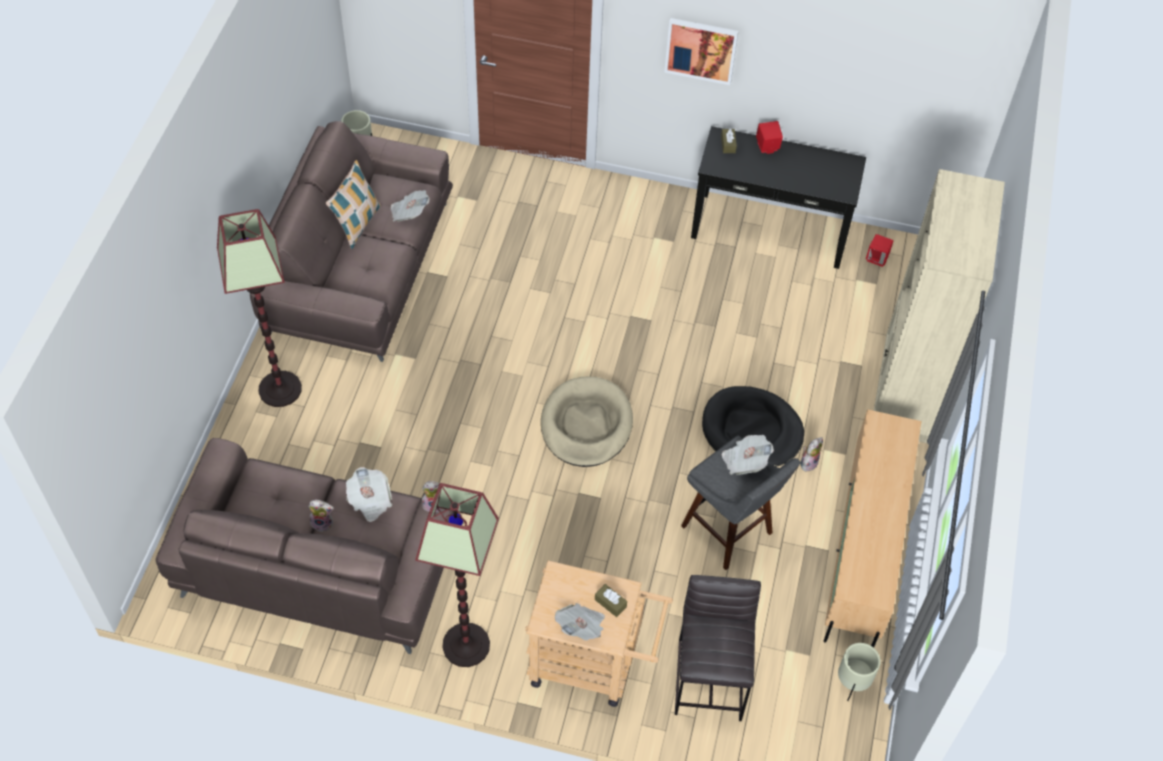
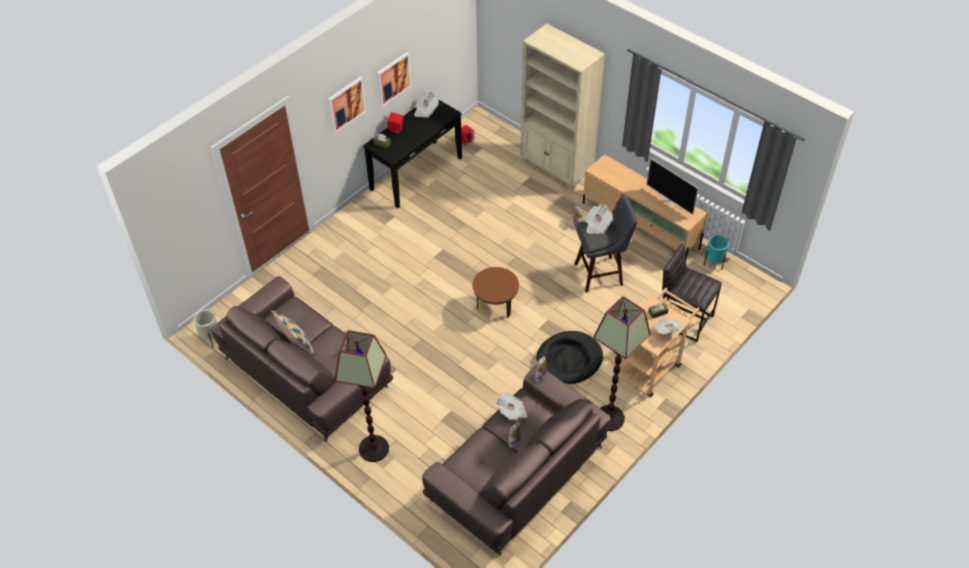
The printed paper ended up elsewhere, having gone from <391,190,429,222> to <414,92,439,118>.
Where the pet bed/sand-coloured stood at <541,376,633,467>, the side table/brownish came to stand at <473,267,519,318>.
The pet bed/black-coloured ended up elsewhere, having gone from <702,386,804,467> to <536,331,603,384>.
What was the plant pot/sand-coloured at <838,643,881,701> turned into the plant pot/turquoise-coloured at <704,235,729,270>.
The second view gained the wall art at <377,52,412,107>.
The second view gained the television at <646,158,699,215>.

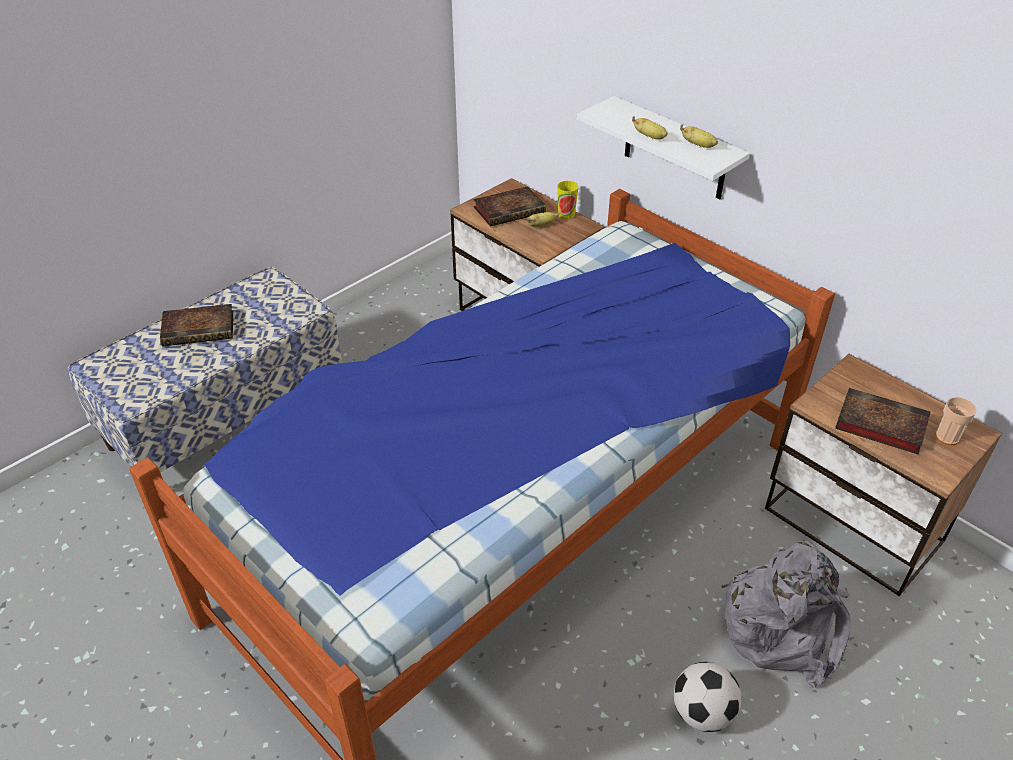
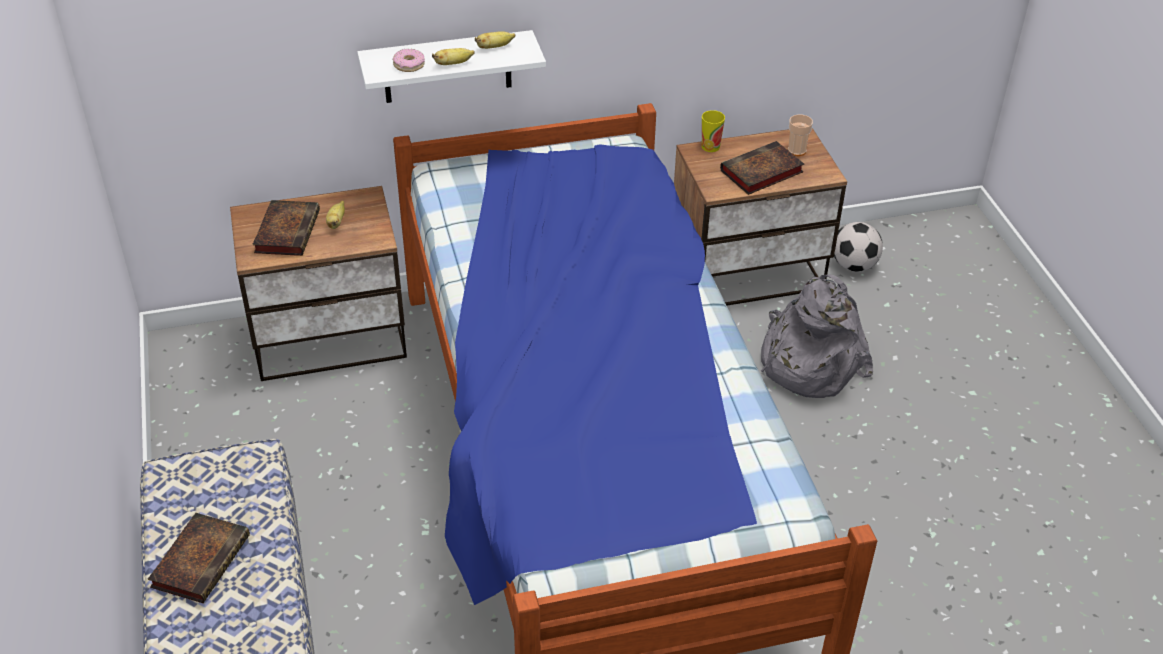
The drinking cup ended up elsewhere, having gone from <557,181,579,219> to <702,110,725,152>.
The ball for football ended up elsewhere, having gone from <674,662,741,732> to <834,222,883,272>.
The second view gained the donut at <393,49,425,72>.

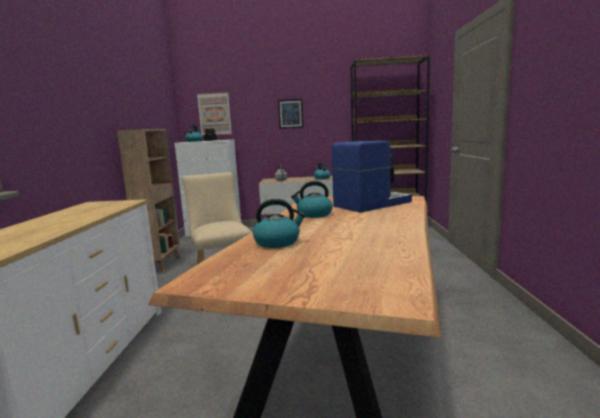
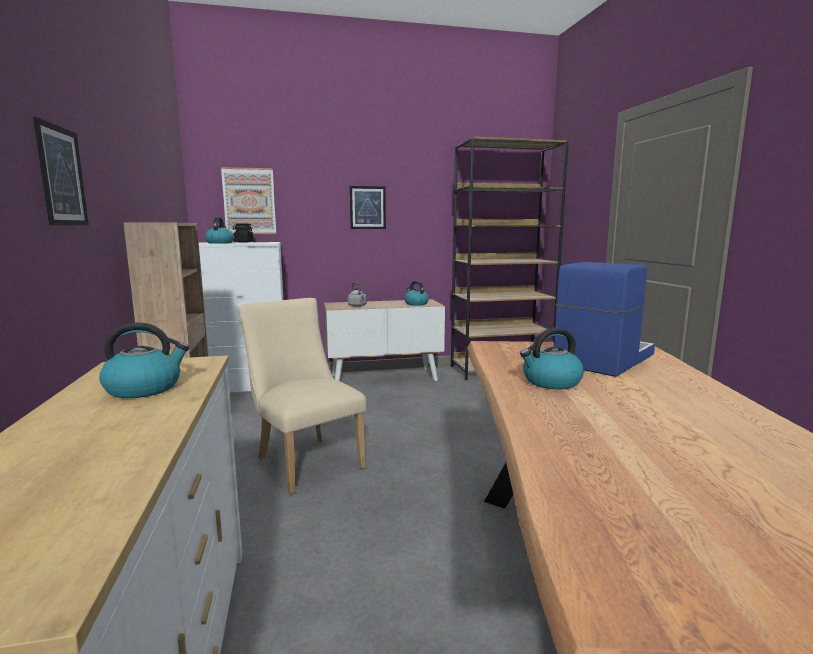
The tea kettle ended up elsewhere, having gone from <253,199,306,248> to <99,323,189,398>.
The second view gained the wall art at <33,117,89,225>.

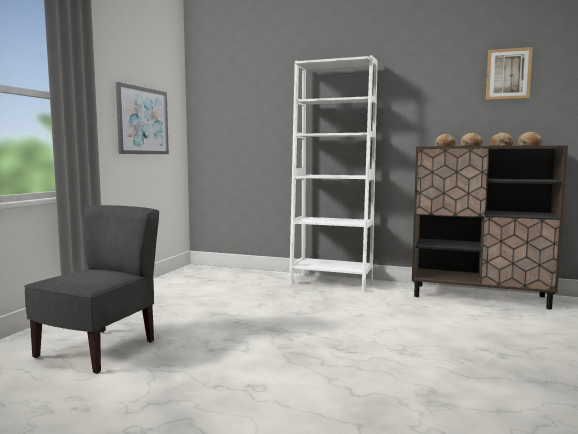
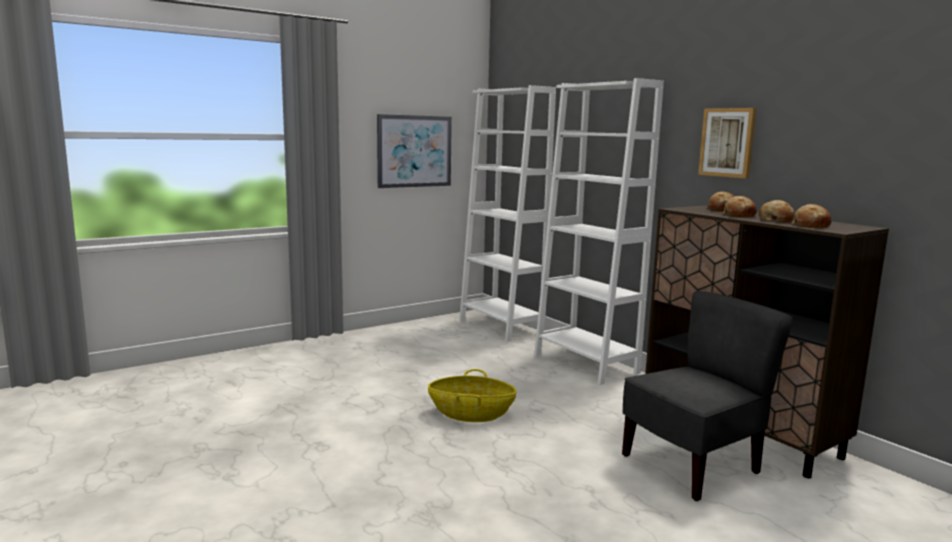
The chair/gray ended up elsewhere, having gone from <24,205,159,374> to <622,291,793,501>.
The wall art ended up elsewhere, having gone from <486,47,533,100> to <698,108,757,178>.
The second view gained the storage basket at <428,369,517,422>.
The second view gained the bookshelf/white at <459,85,556,342>.

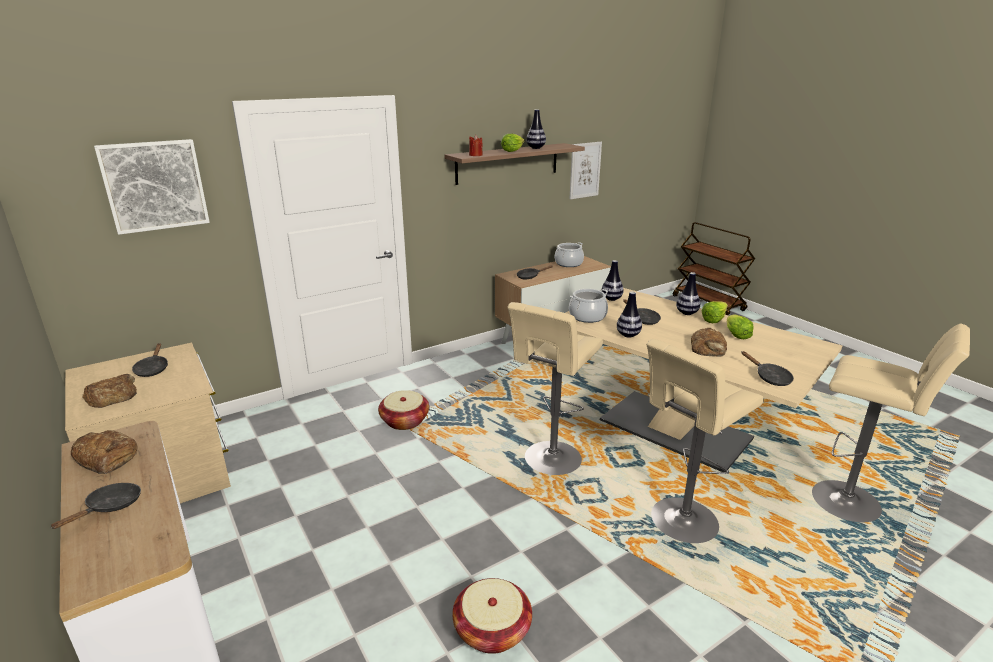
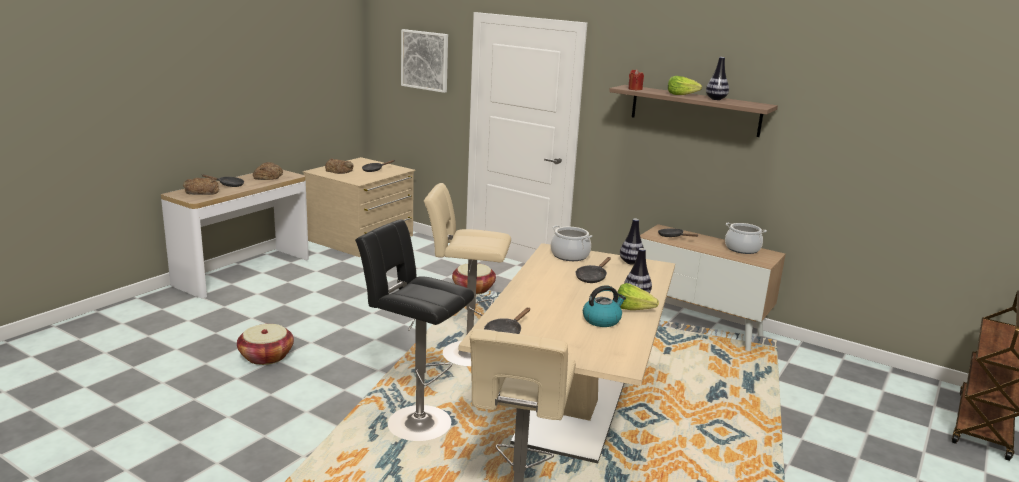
The second view lost the wall art at <569,142,602,200>.
The second view lost the decorative vase at <617,291,642,338>.
What was the sitting stool/sand-coloured at <646,339,764,543> turned into the sitting stool/black-coloured at <355,220,474,441>.
The bakery bread ended up elsewhere, having gone from <691,328,727,357> to <183,178,219,195>.
Where the head of lettuce stood at <727,315,754,339>, the tea kettle came to stand at <583,285,626,327>.

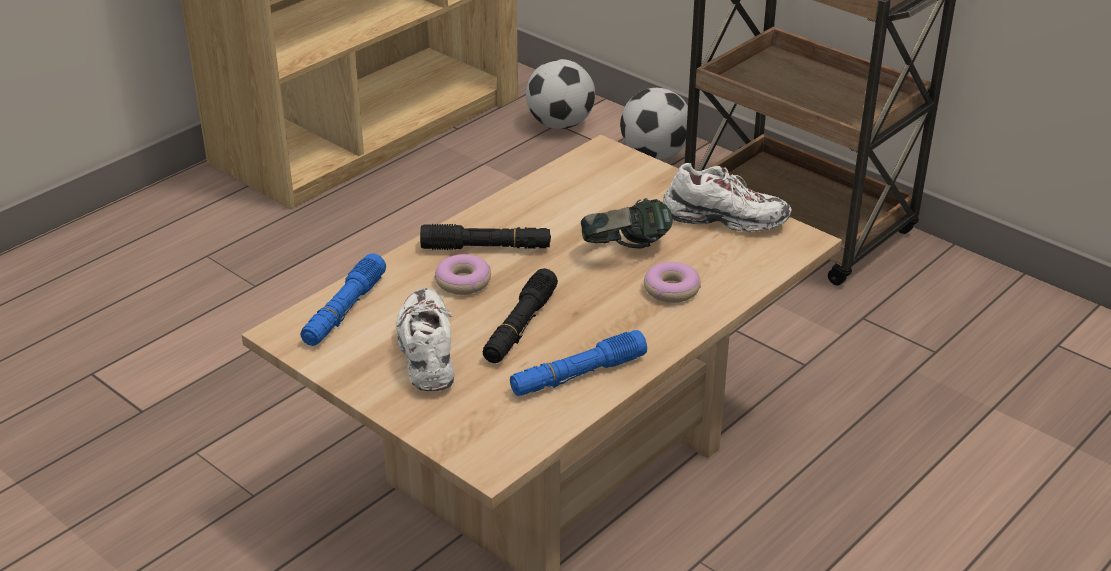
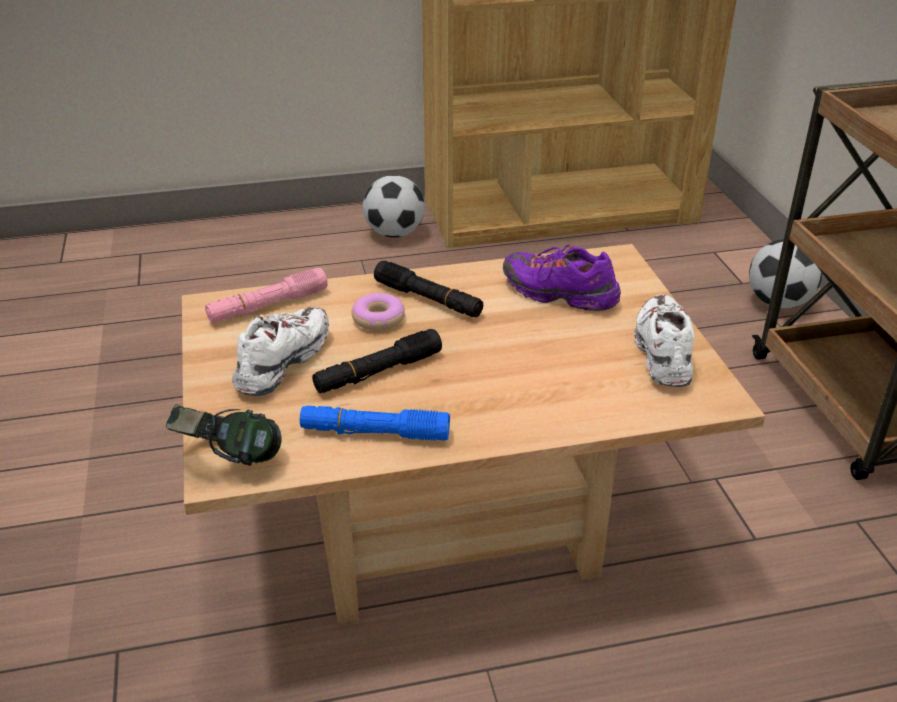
What was the hand torch/bluish at <300,253,386,346> turned into the hand torch/pink-coloured at <205,268,328,323>.
The ball for football ended up elsewhere, having gone from <526,59,595,129> to <363,175,425,238>.
The headphones ended up elsewhere, having gone from <581,198,673,249> to <166,404,282,466>.
The second view lost the donut at <644,262,701,303>.
The item of footwear/white at <663,163,792,232> ended up facing another way, 135 degrees counterclockwise from before.
The second view gained the item of footwear/purple at <503,244,621,311>.

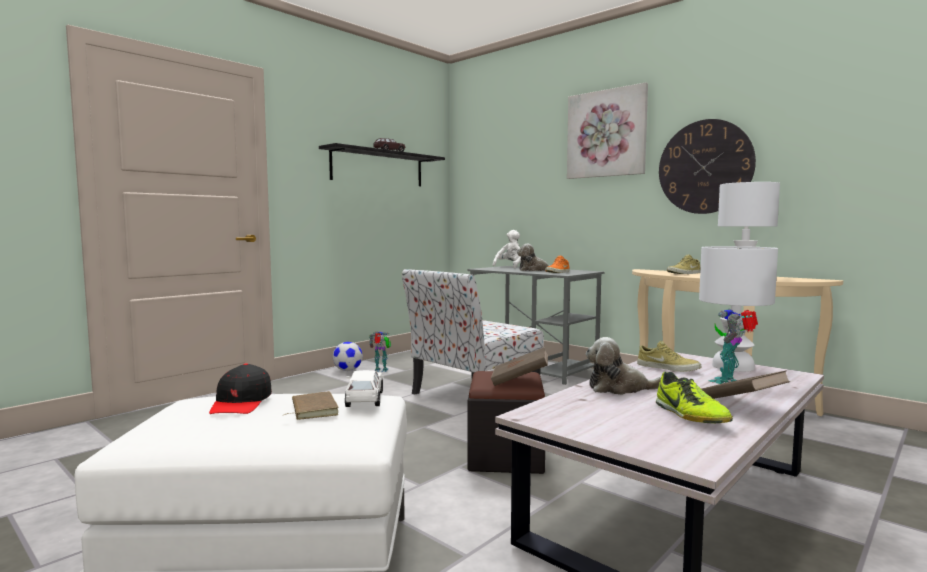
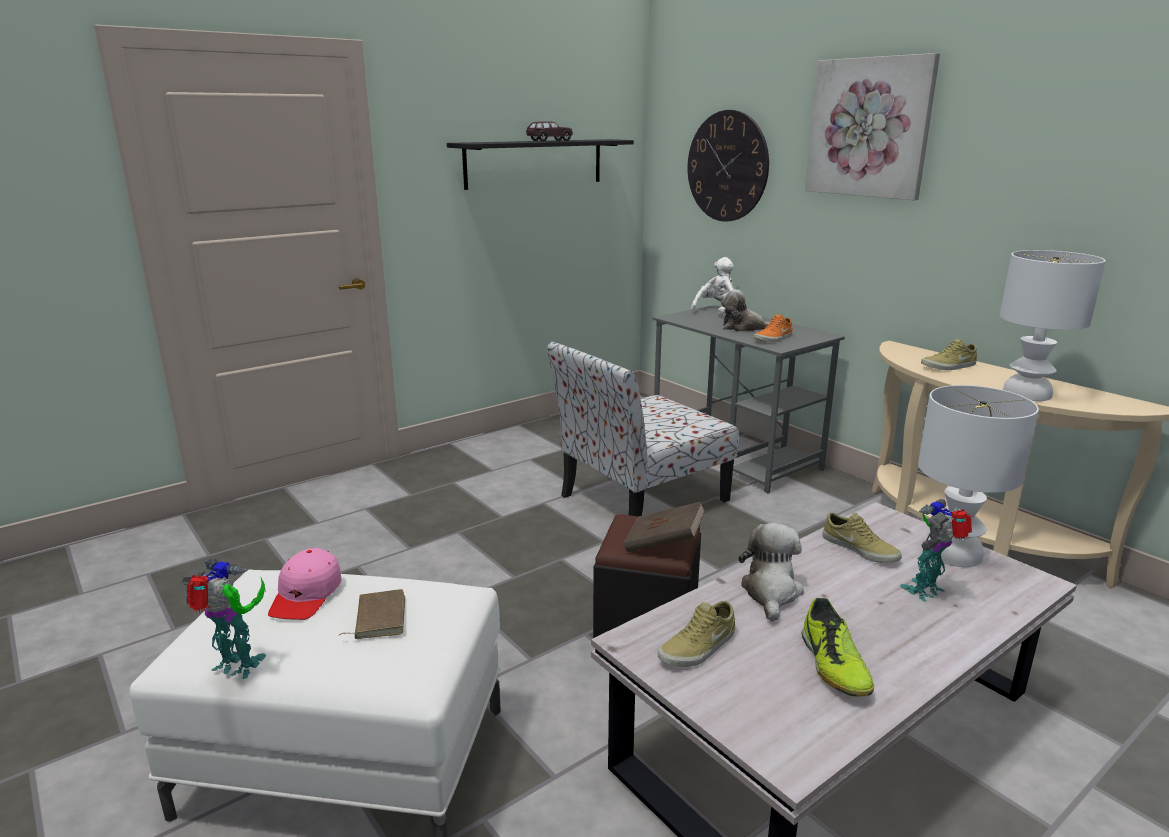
What was the cap/black-coloured at <209,363,272,414> turned into the cap/pink-coloured at <268,548,342,620>.
The second view lost the ball for football at <333,342,363,371>.
The second view lost the model car/white at <345,370,384,407>.
The model robot ended up elsewhere, having gone from <369,331,391,372> to <182,559,266,679>.
The cuddly toy at <586,337,661,395> ended up facing another way, 90 degrees clockwise from before.
The wall clock ended up elsewhere, having gone from <659,119,756,214> to <687,110,769,222>.
The second view lost the book/brownish at <701,370,790,399>.
The second view gained the item of footwear/sand-coloured at <658,601,735,667>.

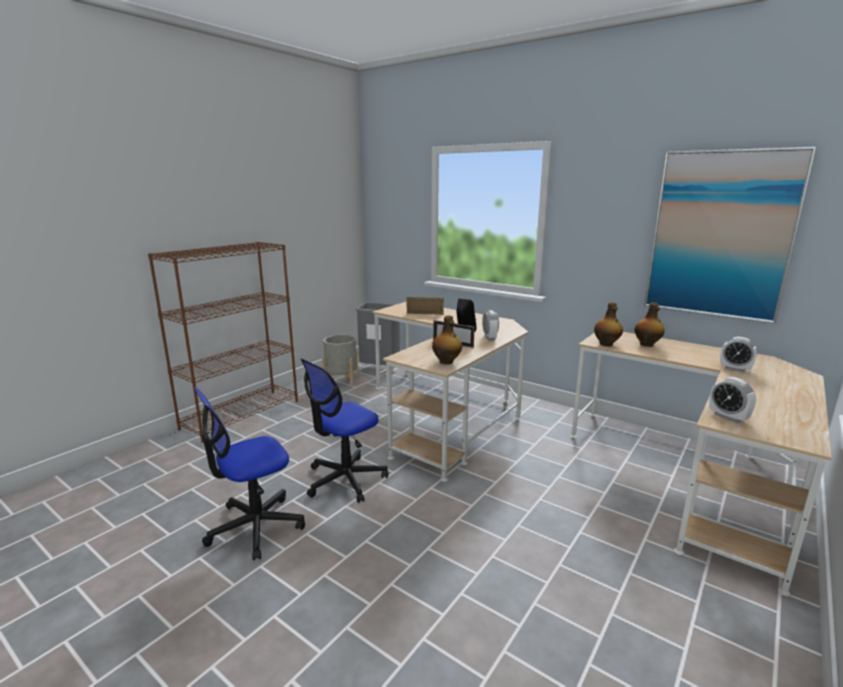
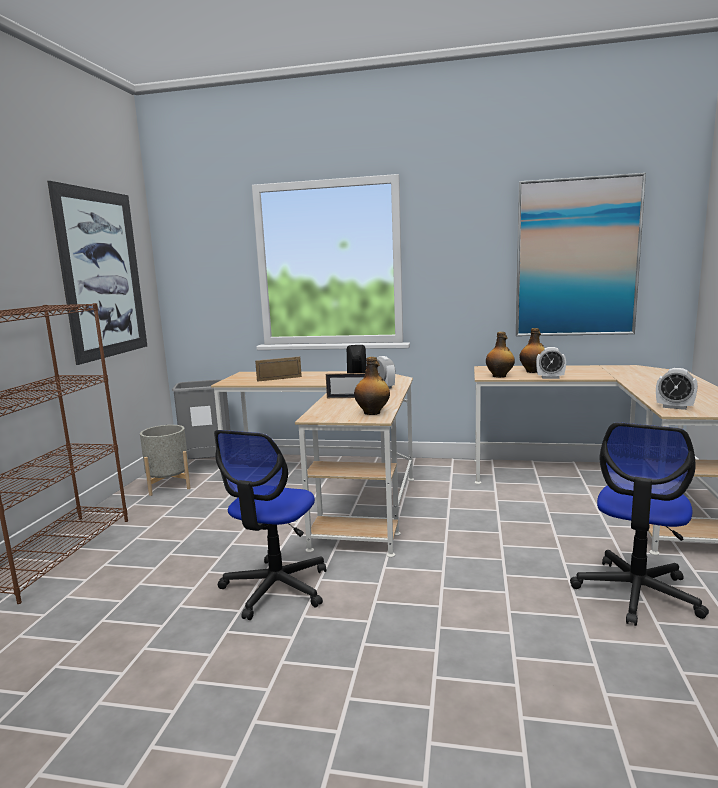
The computer chair ended up elsewhere, having gone from <193,387,305,561> to <570,422,709,626>.
The table clock ended up elsewhere, having gone from <720,337,757,372> to <536,347,566,379>.
The second view gained the wall art at <47,181,147,365>.

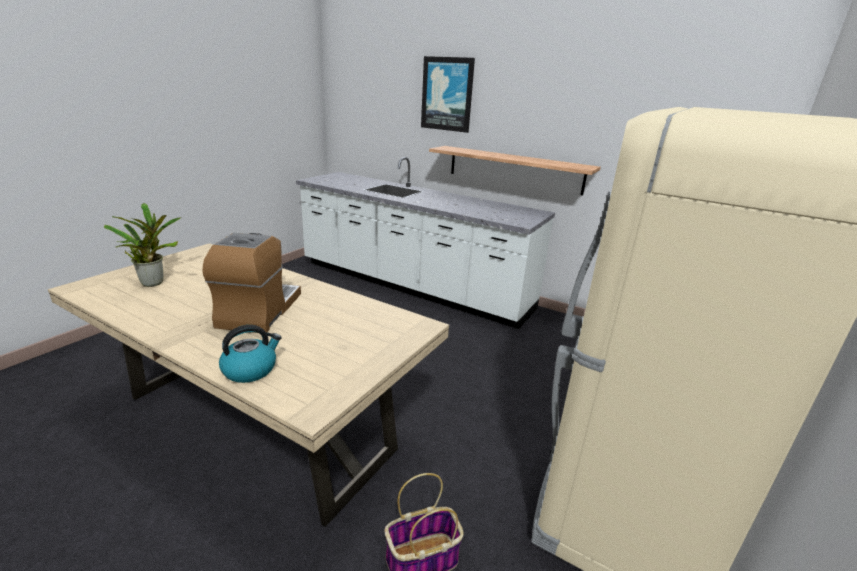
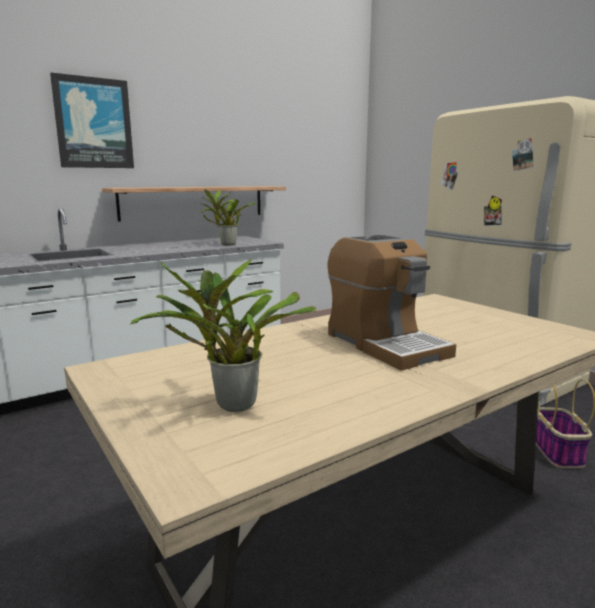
The coffee brewer at <203,233,301,333> ended up facing another way, 150 degrees counterclockwise from before.
The second view lost the tea kettle at <219,325,282,383>.
The second view gained the potted plant at <200,189,256,245>.

